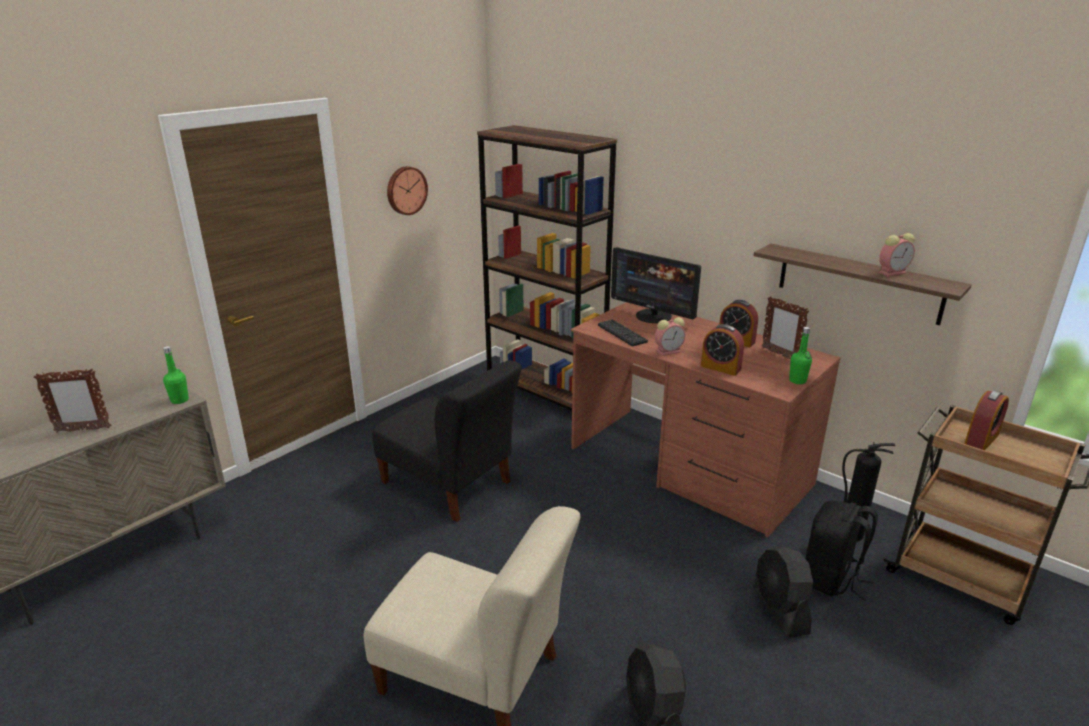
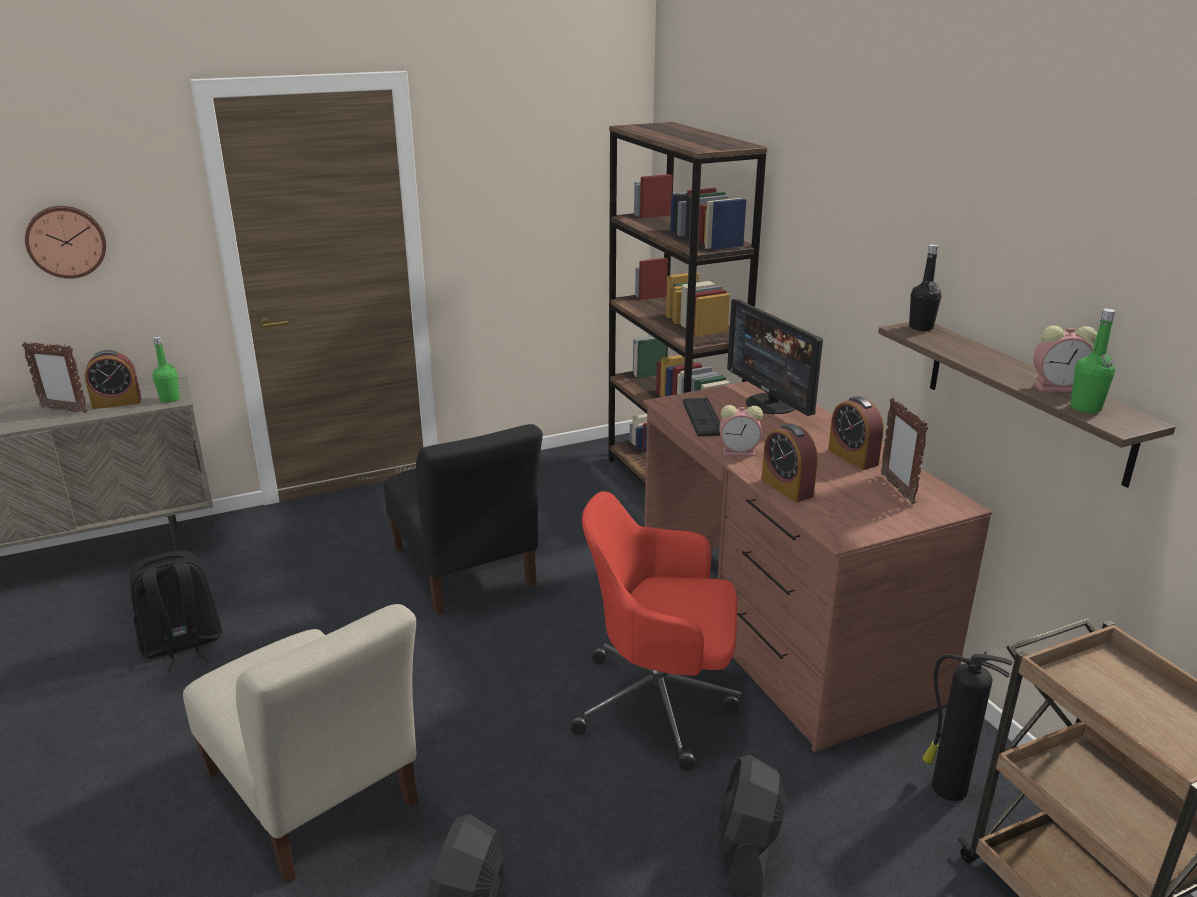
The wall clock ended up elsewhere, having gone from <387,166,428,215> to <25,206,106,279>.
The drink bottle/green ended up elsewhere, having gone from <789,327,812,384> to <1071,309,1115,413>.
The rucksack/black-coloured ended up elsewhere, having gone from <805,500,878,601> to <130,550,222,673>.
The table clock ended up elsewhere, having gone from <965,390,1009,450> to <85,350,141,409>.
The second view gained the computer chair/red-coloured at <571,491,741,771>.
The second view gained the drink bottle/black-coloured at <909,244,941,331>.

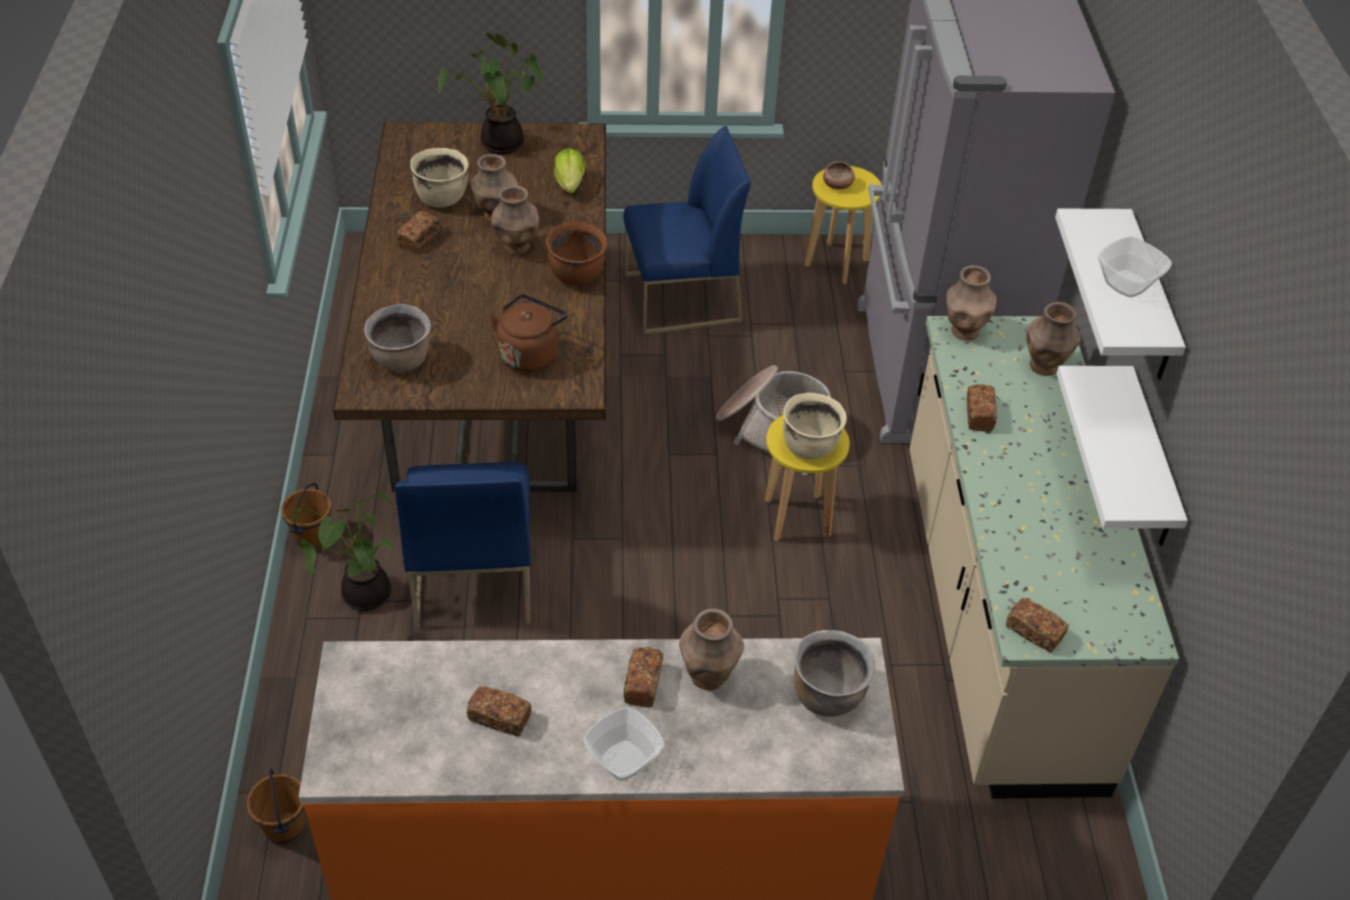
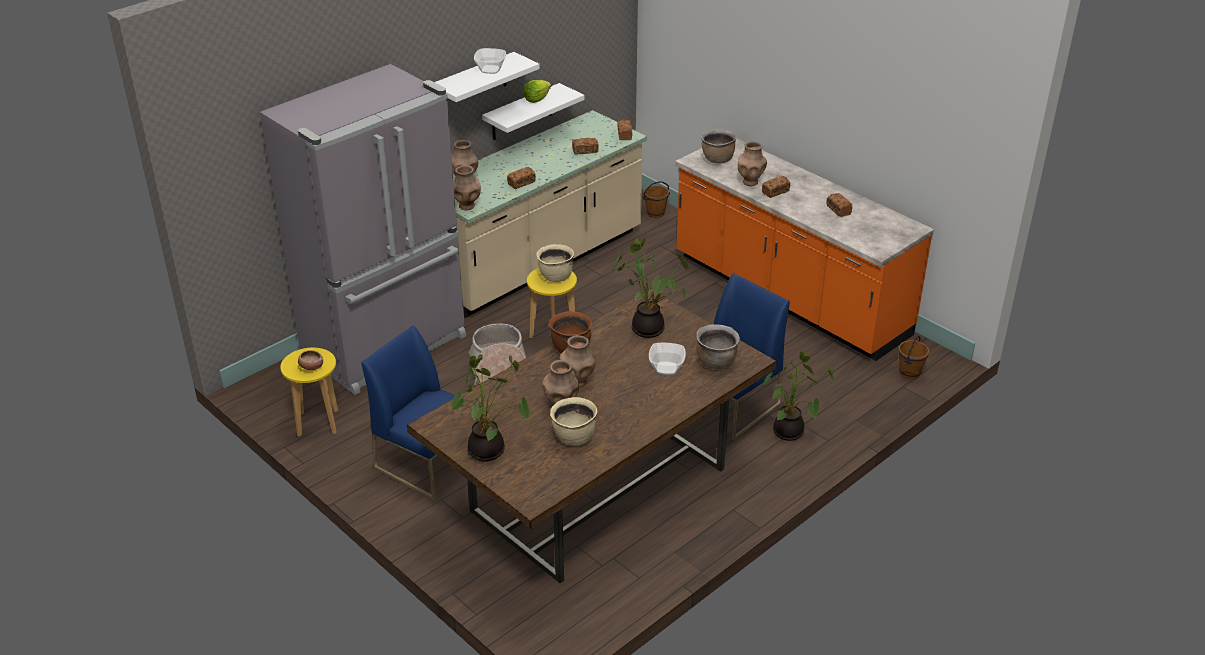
The water bucket/brownish ended up elsewhere, having gone from <281,483,332,550> to <642,181,670,218>.
The bakery bread ended up elsewhere, having gone from <397,210,440,252> to <572,138,599,155>.
Where the tea kettle/brownish stood at <490,294,567,372>, the potted plant came to stand at <612,238,689,338>.
The head of lettuce ended up elsewhere, having gone from <554,148,585,193> to <523,80,551,103>.
The serving bowl ended up elsewhere, having gone from <583,707,665,781> to <649,343,686,375>.

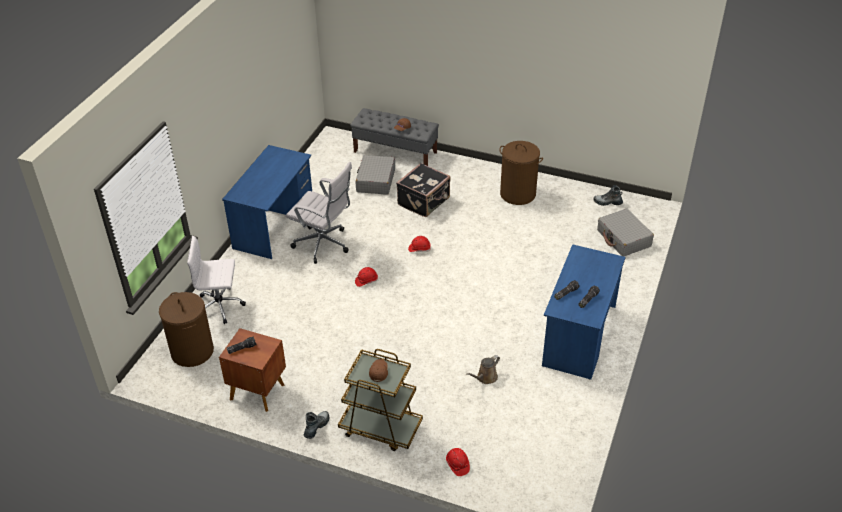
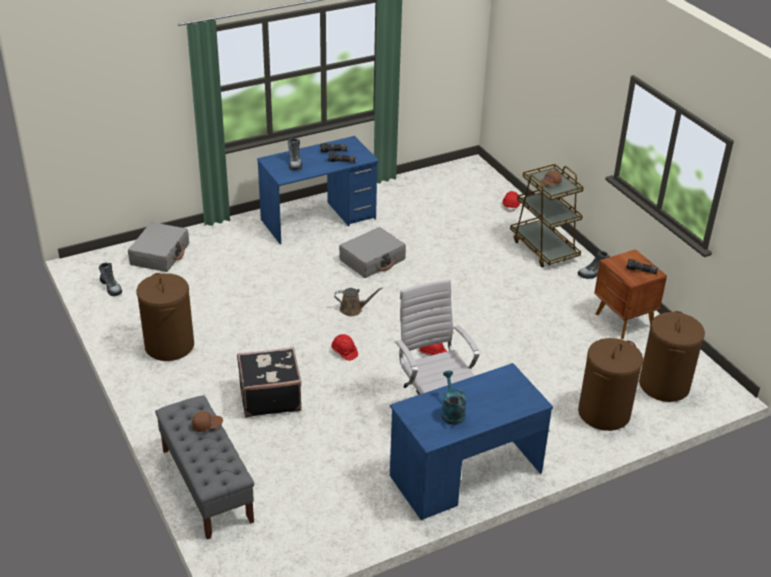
Where the computer chair/white stood at <187,236,246,324>, the washing basket/brownish came to stand at <578,338,643,431>.
The suitcase/gray ended up elsewhere, having gone from <356,155,395,195> to <339,227,406,278>.
The watering pot/brownish ended up elsewhere, having gone from <467,355,500,384> to <334,288,383,316>.
The second view gained the boot at <287,138,302,170>.
The second view gained the watering pot/turquoise-coloured at <441,371,467,425>.

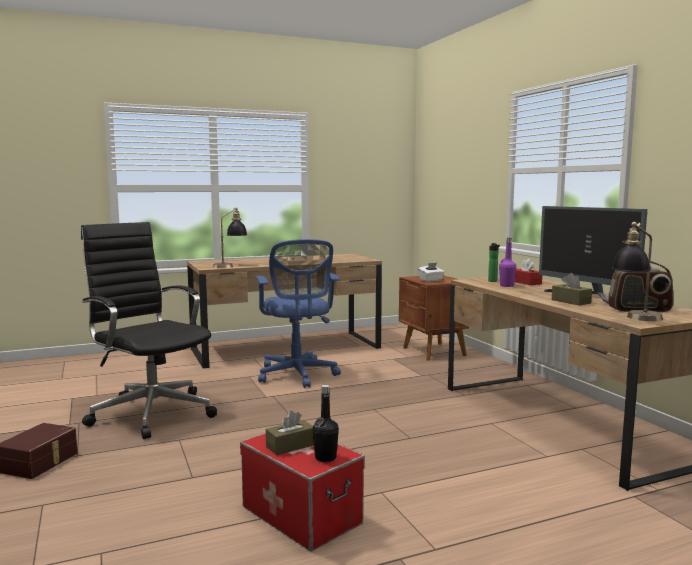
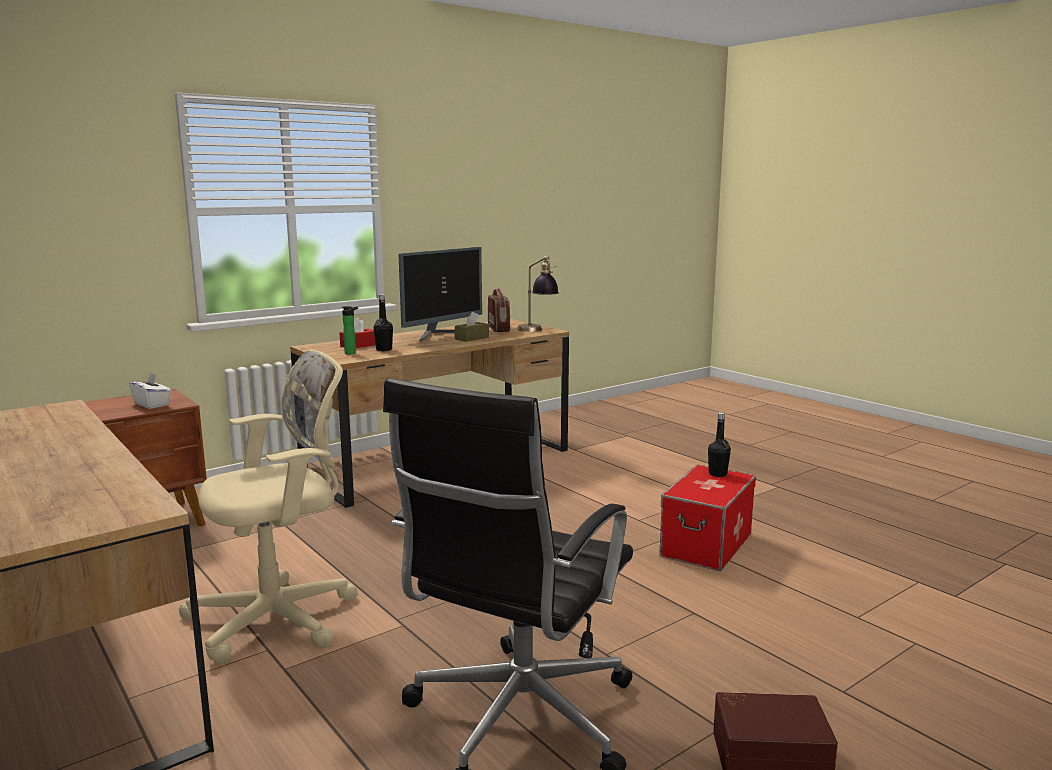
The second view lost the tabletop lamp at <213,207,247,268>.
What was the computer chair/bluish at <255,239,341,388> turned into the computer chair/sand-coloured at <179,349,358,664>.
The second view lost the tissue holder/brownish at <266,411,314,455>.
What was the drink bottle/purple at <499,238,517,287> turned into the drink bottle/black-coloured at <373,294,393,351>.

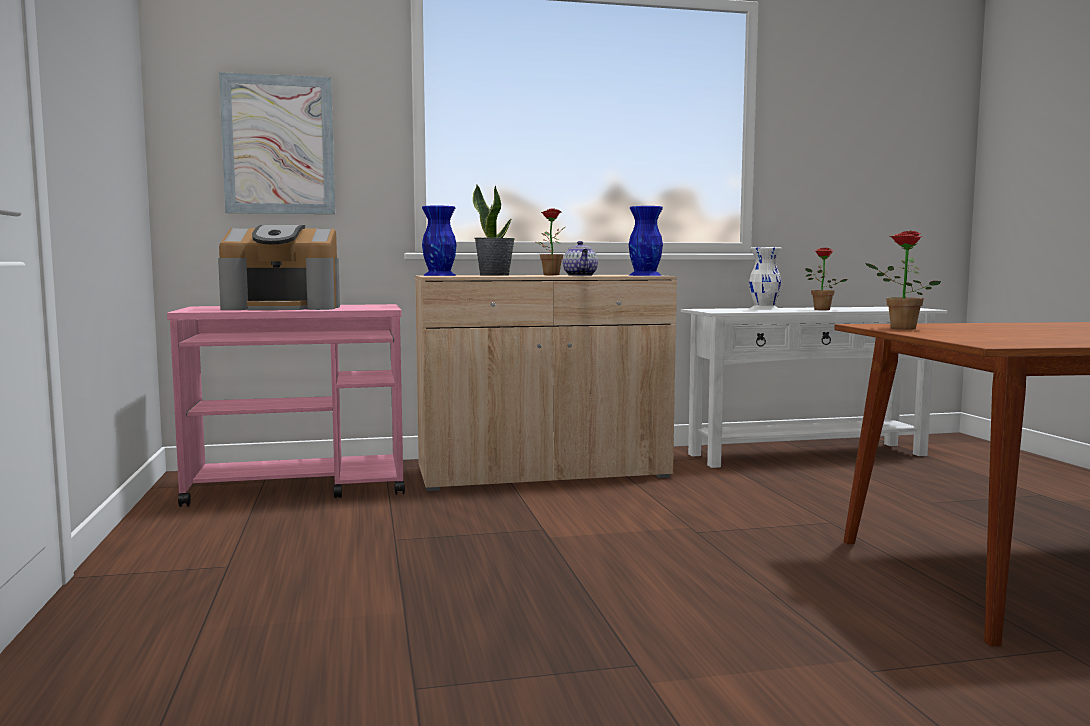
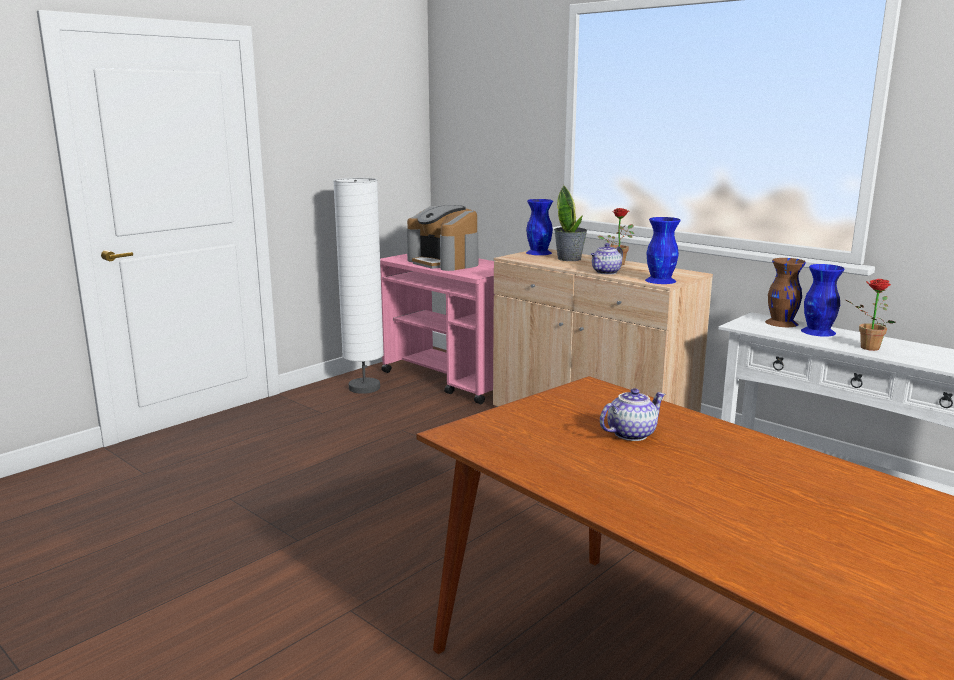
The second view lost the wall art at <219,72,335,214>.
What was the decorative vase/white at <749,247,782,310> turned into the decorative vase/bluish at <801,264,845,337>.
The second view lost the potted plant at <866,230,941,330>.
The second view gained the floor lamp/white at <333,177,384,394>.
The second view gained the pot for tea at <600,388,665,441>.
The second view gained the decorative vase/brownish at <765,258,806,327>.

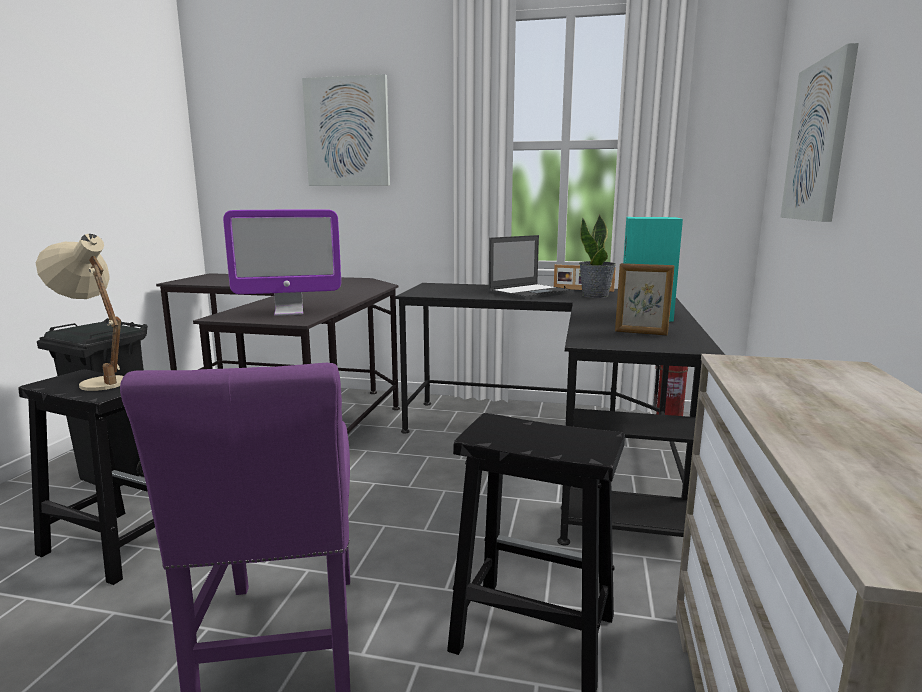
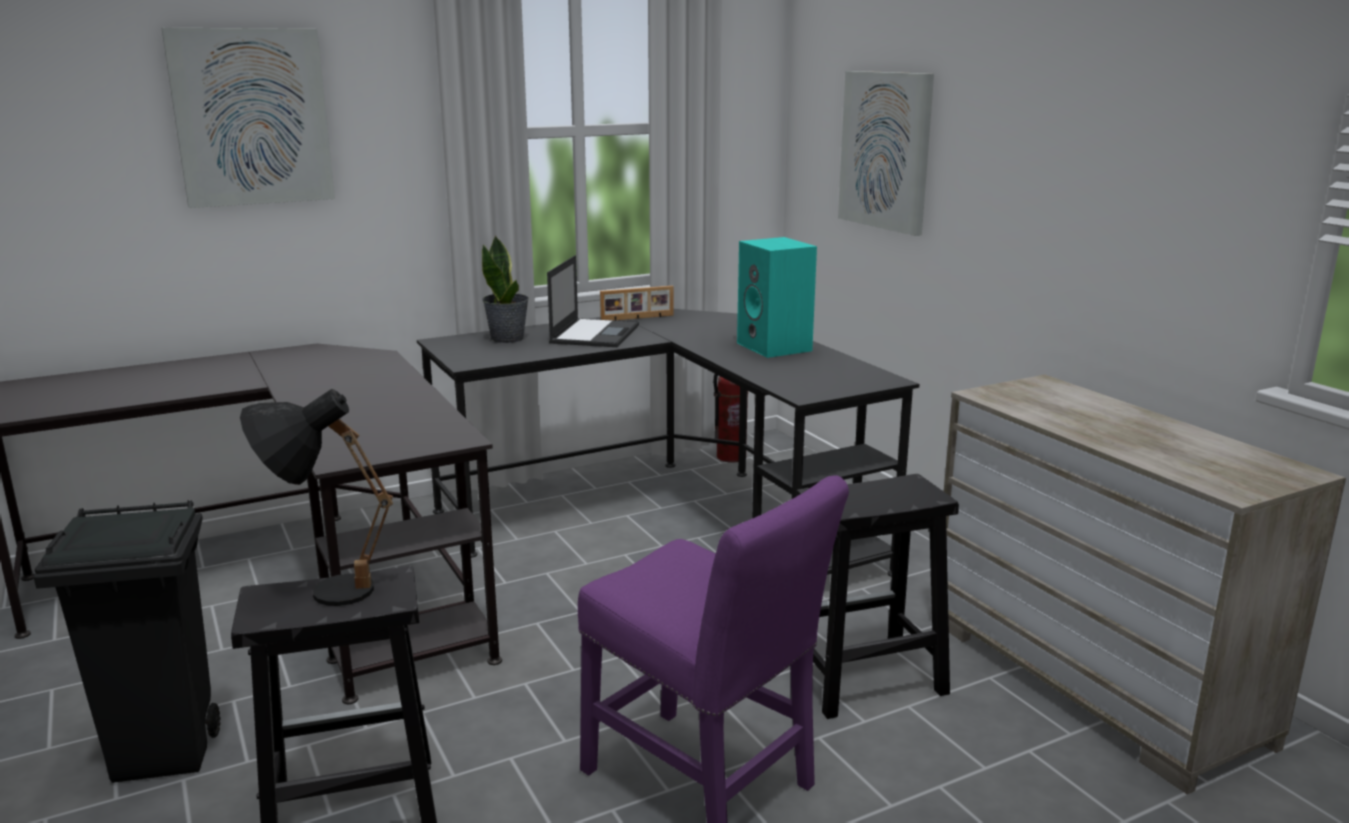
What was the tabletop lamp/sand-coloured at <36,234,124,391> turned into the tabletop lamp/black-coloured at <240,389,393,606>.
The second view lost the monitor at <223,209,341,316>.
The potted plant ended up elsewhere, having gone from <579,215,616,298> to <482,235,529,343>.
The second view lost the standing frame at <615,263,674,335>.

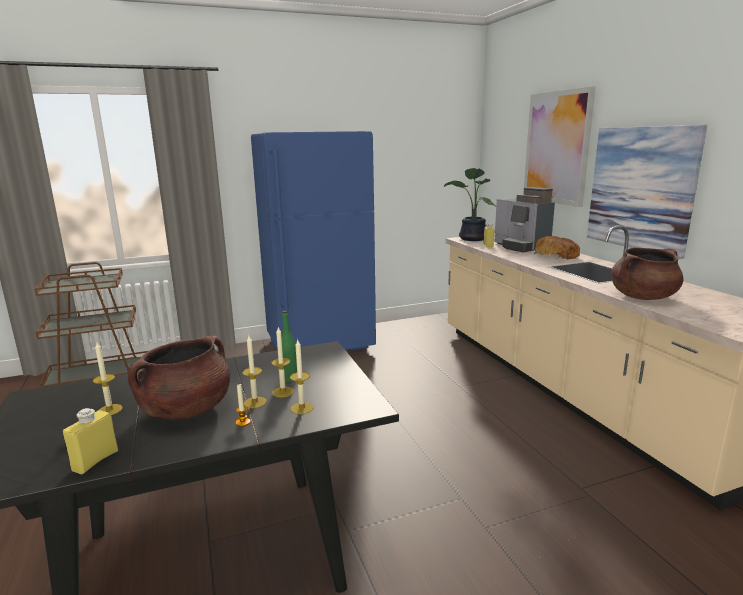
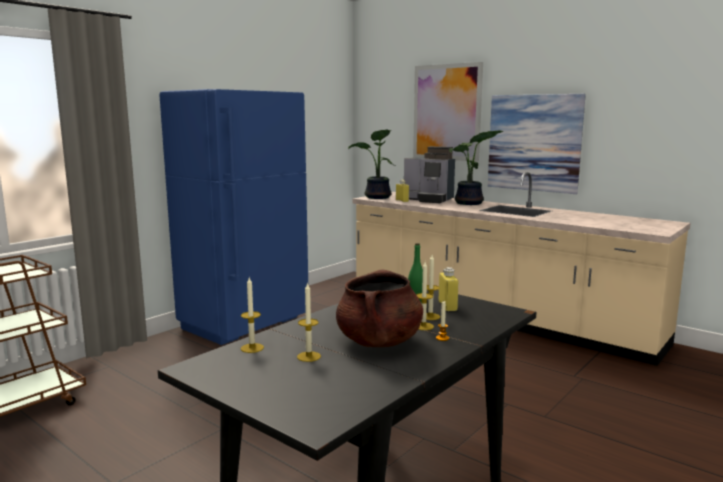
The drink bottle/yellow-coloured ended up elsewhere, having gone from <63,408,118,474> to <439,267,459,311>.
The wax candle ended up elsewhere, having gone from <290,340,314,414> to <241,277,264,353>.
Where the bakery bread stood at <534,236,580,259>, the potted plant came to stand at <449,130,504,205>.
The second view lost the cooking pot/brownish at <611,248,683,300>.

